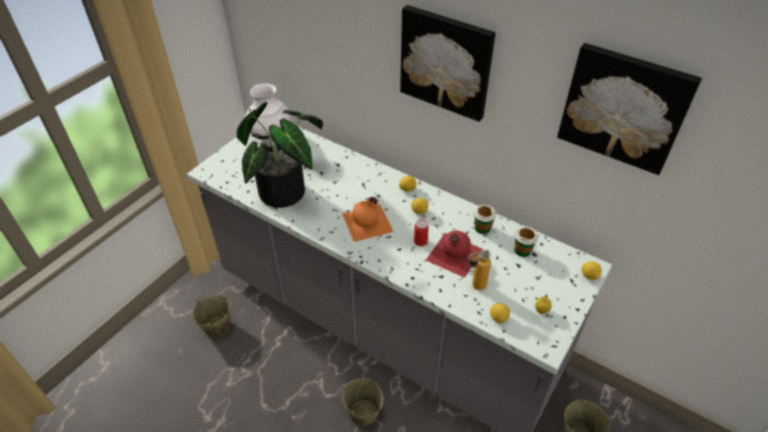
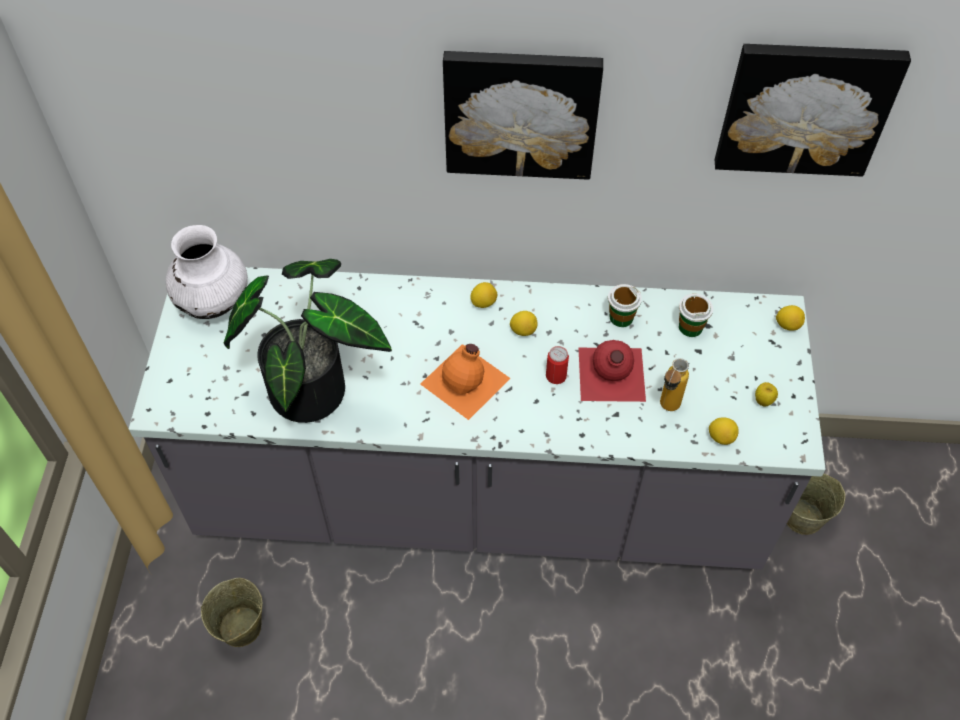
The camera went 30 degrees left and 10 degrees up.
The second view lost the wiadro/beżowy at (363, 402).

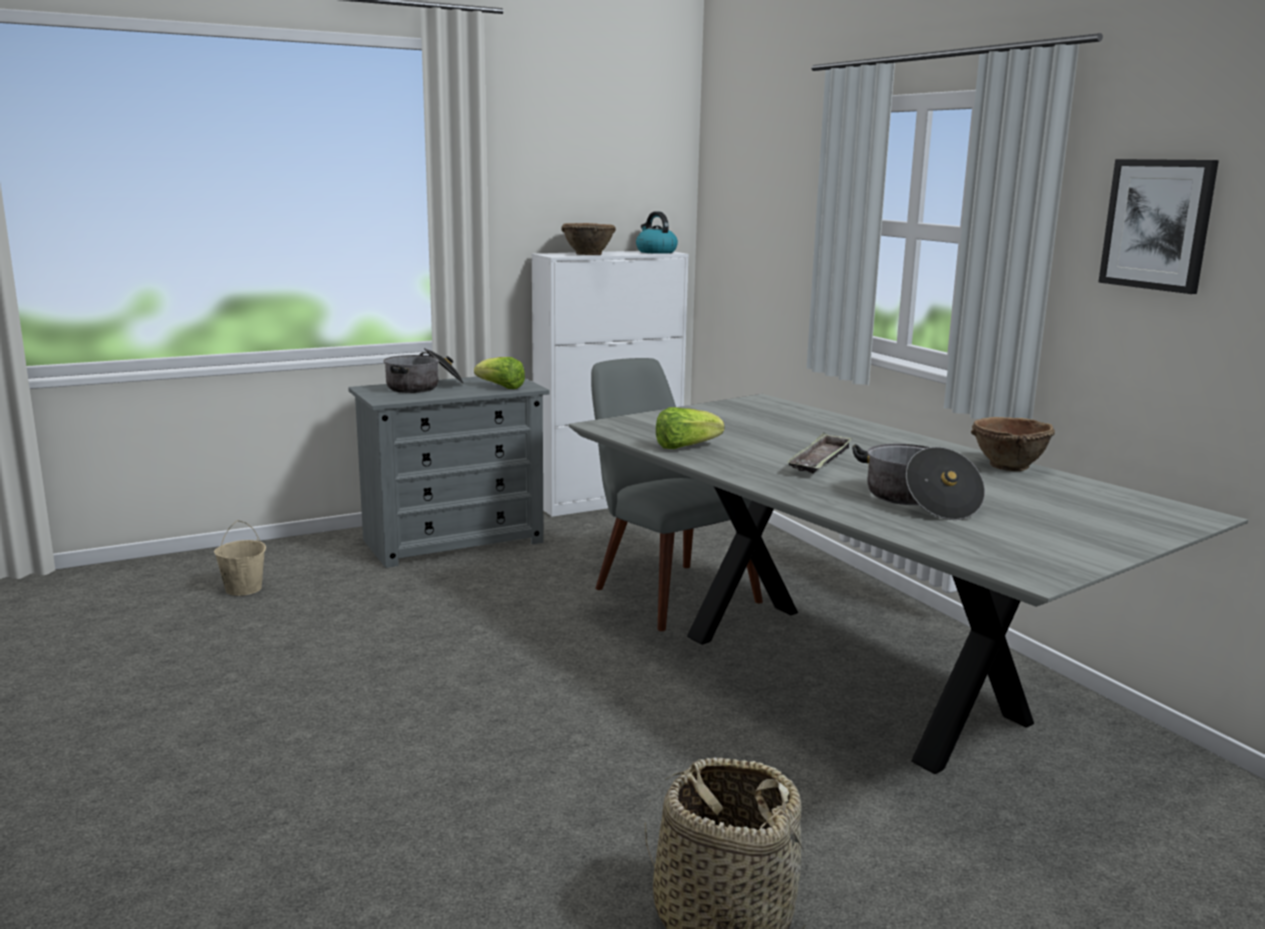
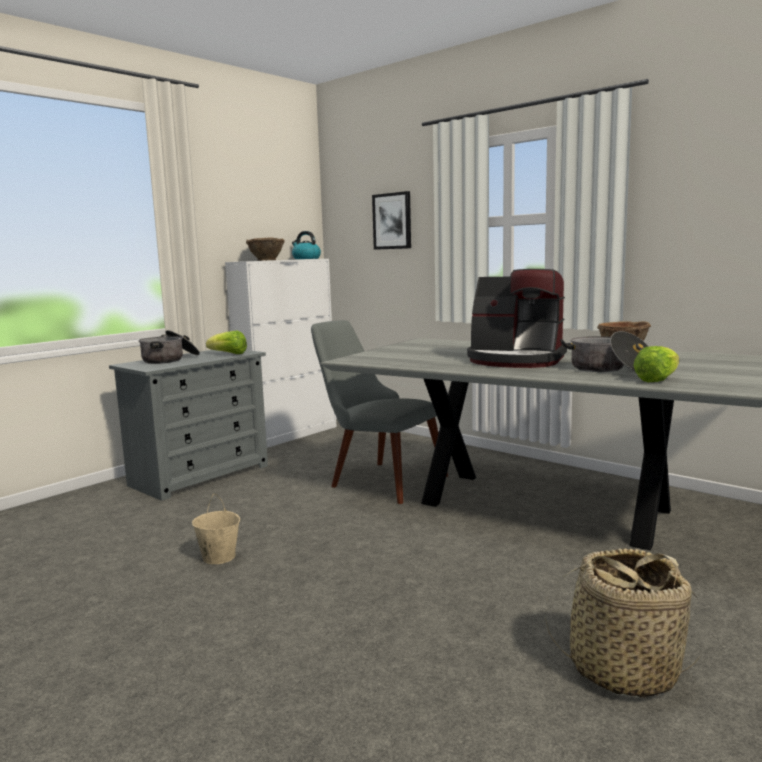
The camera went 20 degrees left and 5 degrees down.
The wiadro/beżowy ended up elsewhere, having gone from (240, 558) to (216, 529).
The sałata ended up elsewhere, having gone from (690, 428) to (656, 364).
The obraz ended up elsewhere, having gone from (1158, 226) to (391, 220).
Where the taca stood at (820, 453), the ekspres do kawy came to stand at (517, 318).

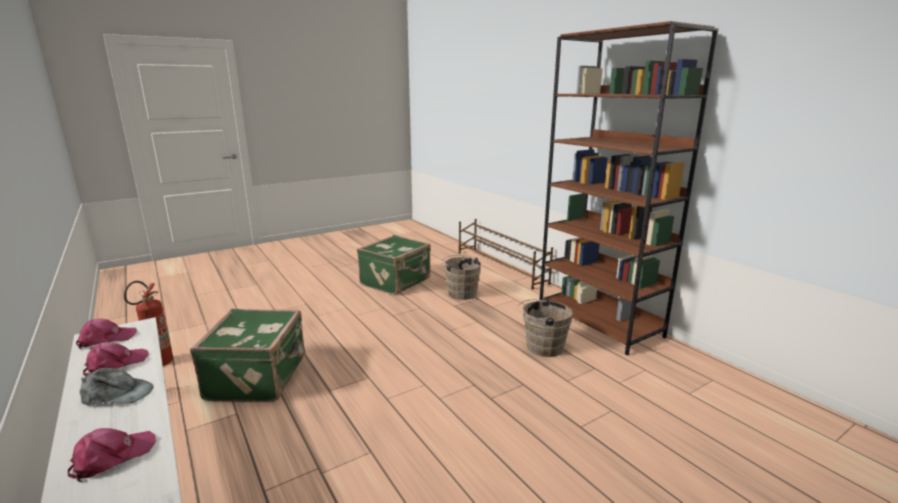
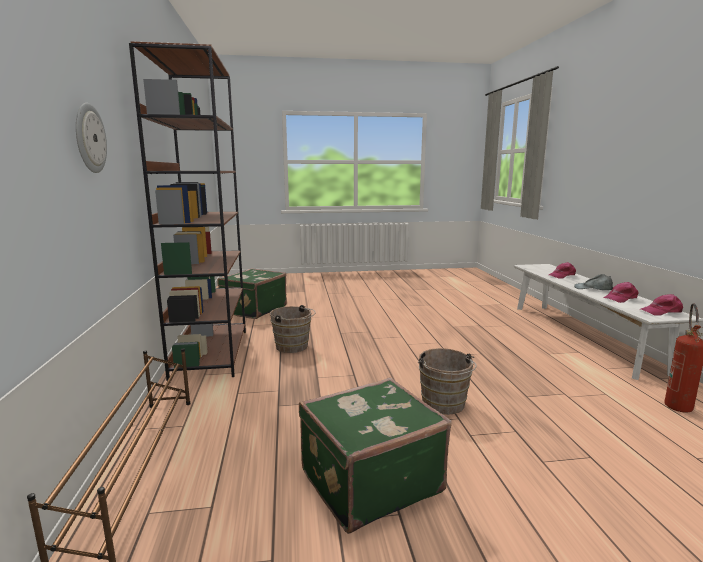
The camera went 155 degrees left and 5 degrees down.
The second view gained the zegar ścienny at (91, 138).
The walizka/zielony ended up elsewhere, having gone from (248, 355) to (252, 293).
The wiadro/brązowy ended up elsewhere, having gone from (461, 277) to (447, 381).

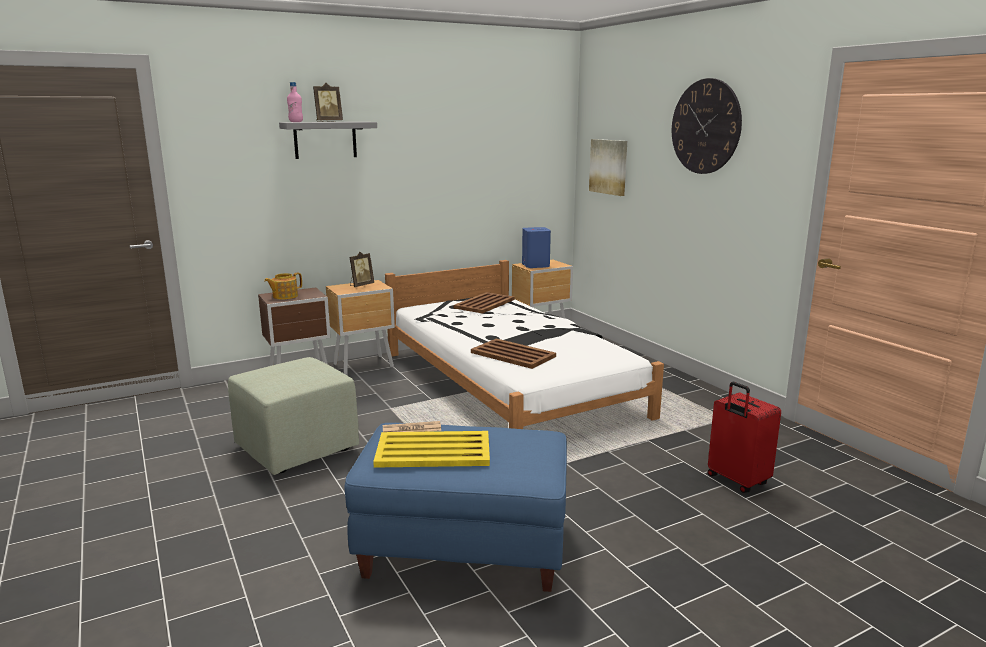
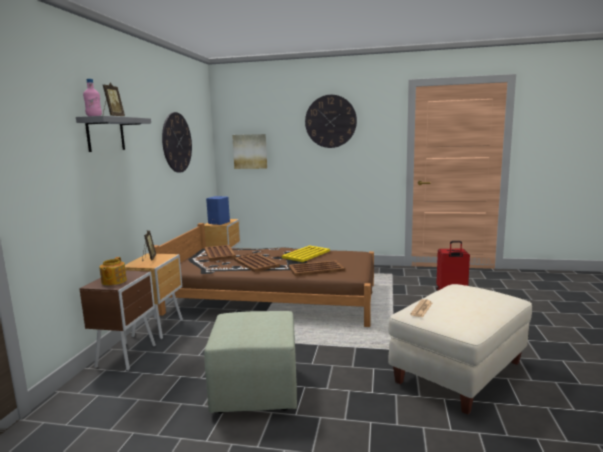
The camera went 50 degrees left and 5 degrees down.
The second view gained the zegar ścienny at (177, 142).
The second view gained the taca/brązowy at (257, 262).
The taca/żółty ended up elsewhere, having gone from (431, 449) to (306, 253).
What was the pufa/niebieski at (455, 507) turned into the pufa/beżowy at (460, 349).
What was the łóżko/biały at (524, 344) turned into the łóżko/brązowy at (264, 275).

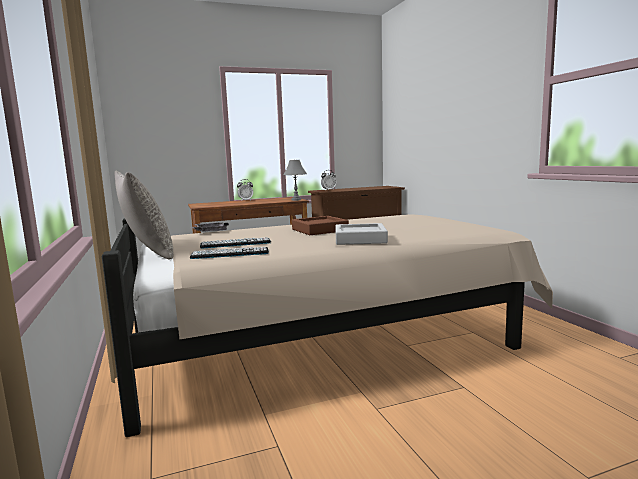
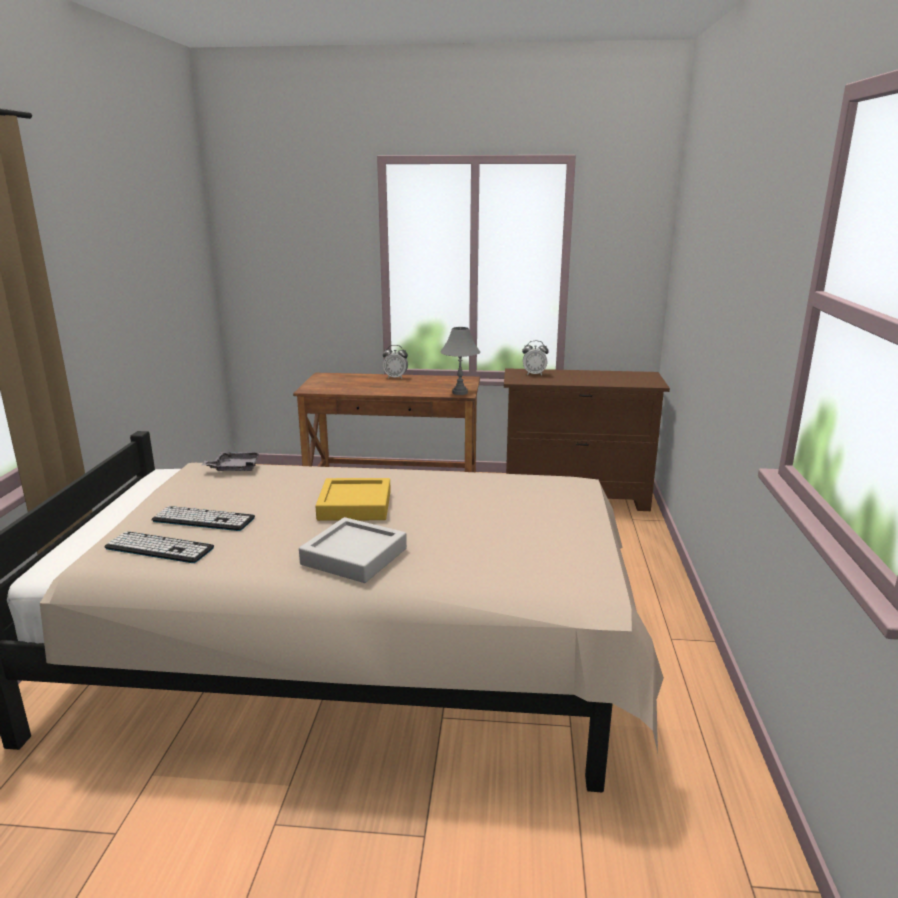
The camera went 25 degrees right and 10 degrees up.
The second view lost the poduszka/szary at (144, 215).
What was the taca/brązowy at (320, 225) turned into the taca/żółty at (353, 499).

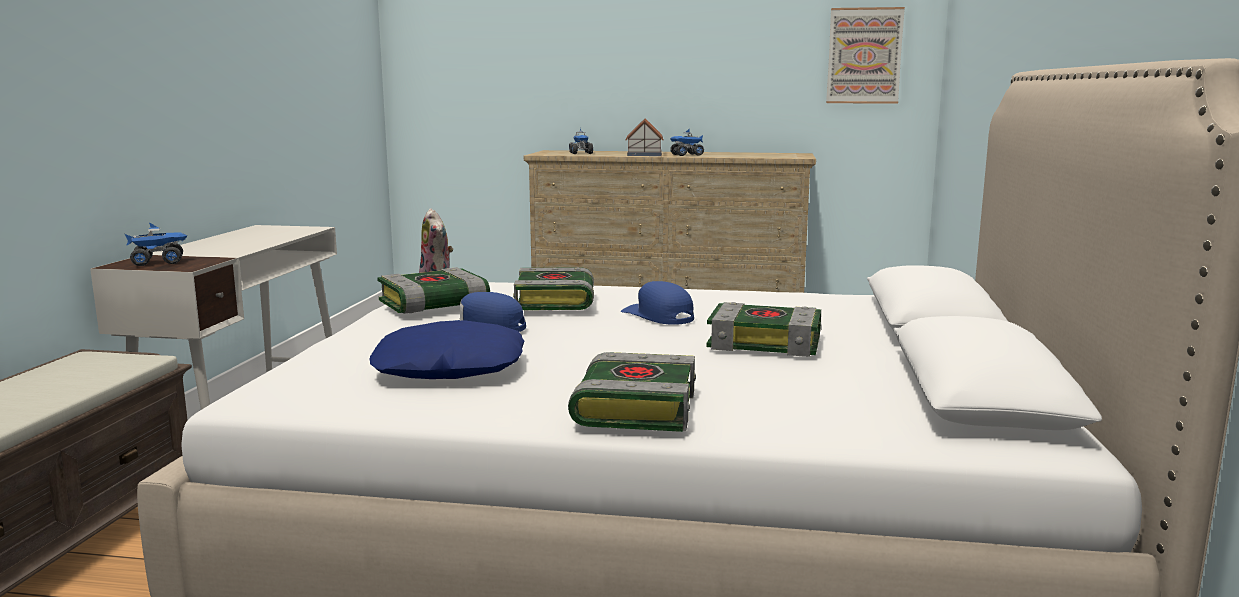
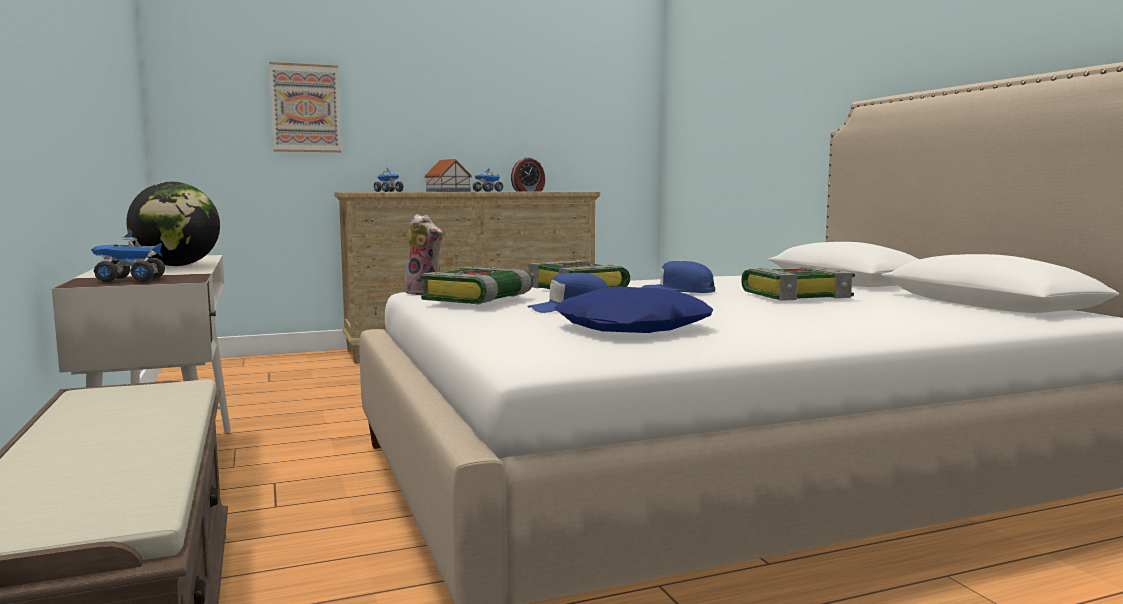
The camera went 30 degrees left and 5 degrees down.
The second view lost the książka at (632, 392).
The second view gained the globus at (173, 224).
The second view gained the budzik at (528, 174).
The obraz ended up elsewhere, having gone from (865, 55) to (305, 107).
The ciężarówka zabawkowa at (156, 244) ended up facing another way, 135 degrees counterclockwise from before.

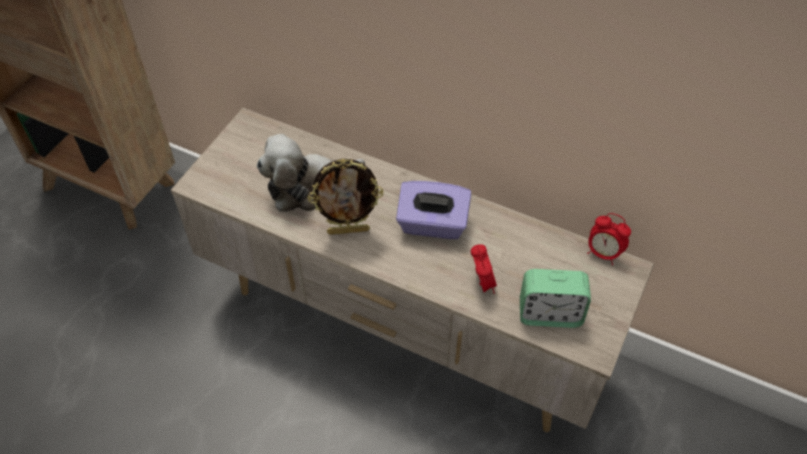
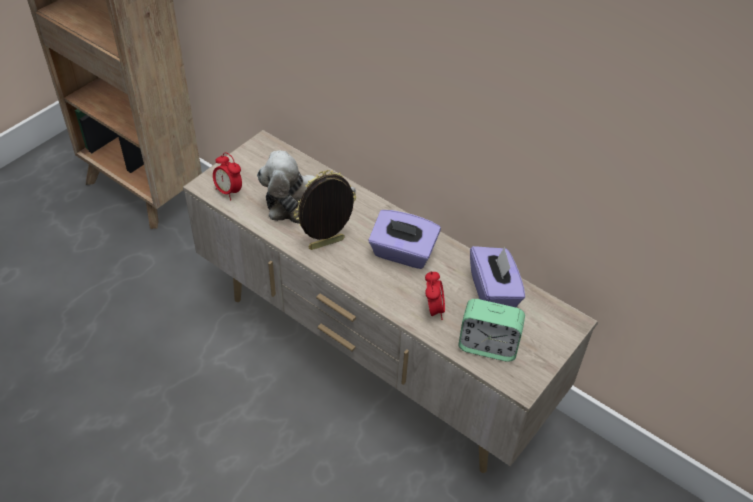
The camera went 10 degrees right and 5 degrees down.
The second view gained the pudełko chusteczek/fioletowy at (497, 276).
The budzik ended up elsewhere, having gone from (609, 239) to (227, 176).
The ramka na zdjęcie at (345, 197) ended up facing another way, 150 degrees clockwise from before.

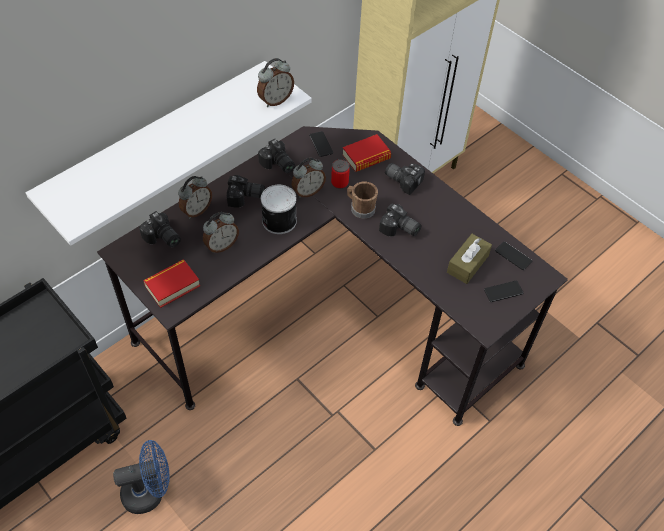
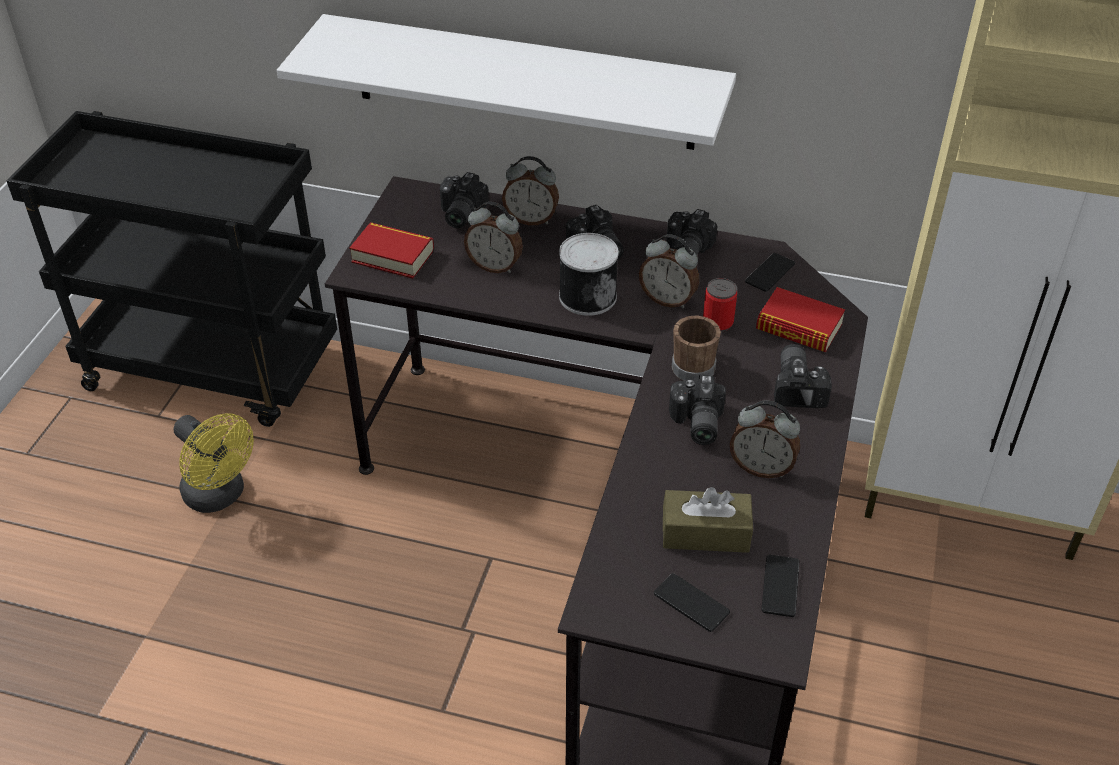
The camera went 60 degrees right and 10 degrees down.
The budzik ended up elsewhere, having gone from (275, 82) to (765, 439).
What was the wentylator/niebieski at (141, 477) turned into the wentylator/żółty at (214, 463).

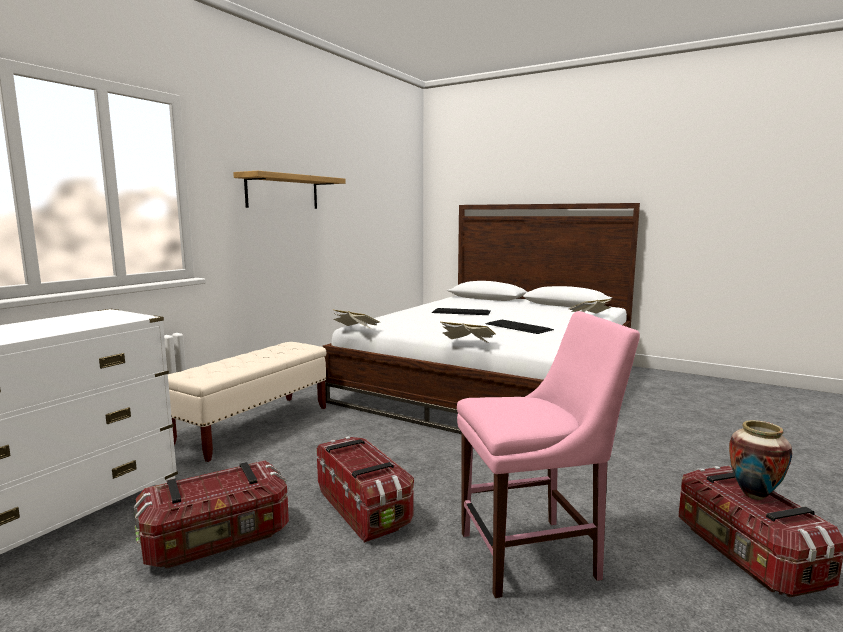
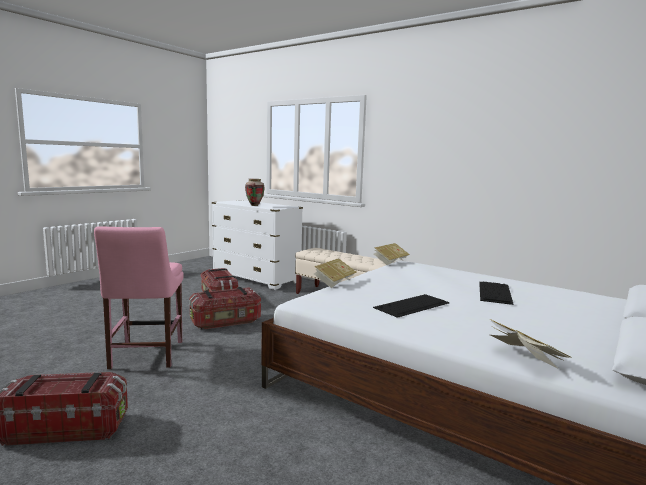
The camera went 95 degrees right and 0 degrees up.
The second view lost the półka at (289, 190).
The wazon ended up elsewhere, having gone from (760, 460) to (255, 192).

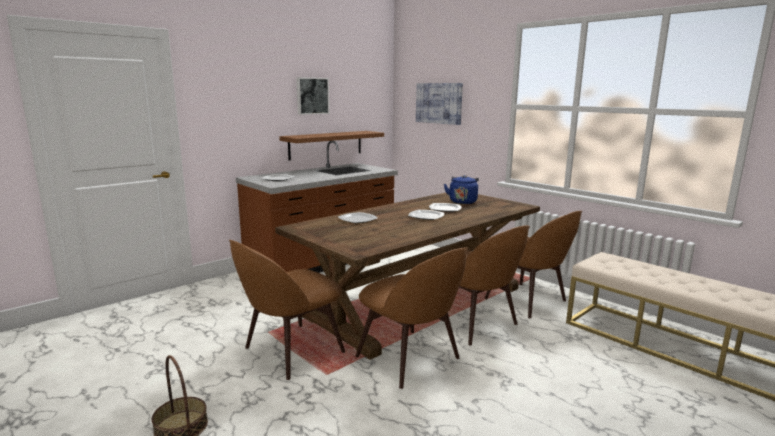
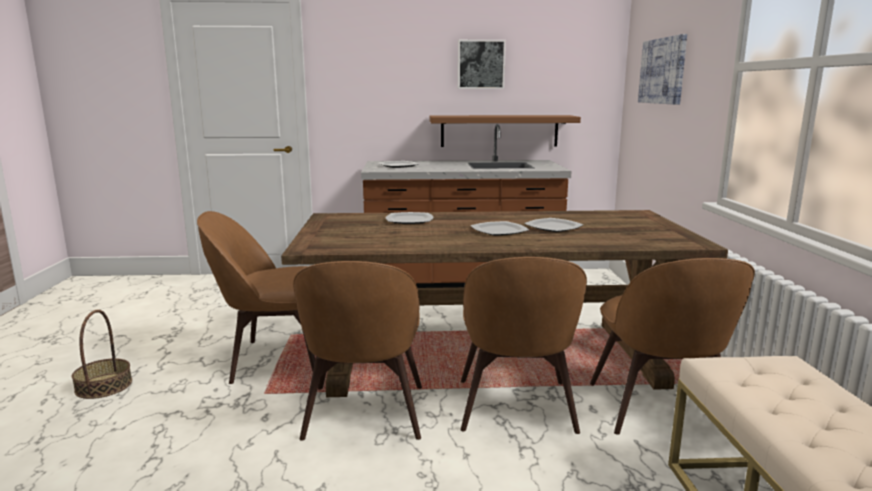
The camera went 40 degrees right and 0 degrees up.
The second view lost the czajnik/niebieski at (461, 189).

